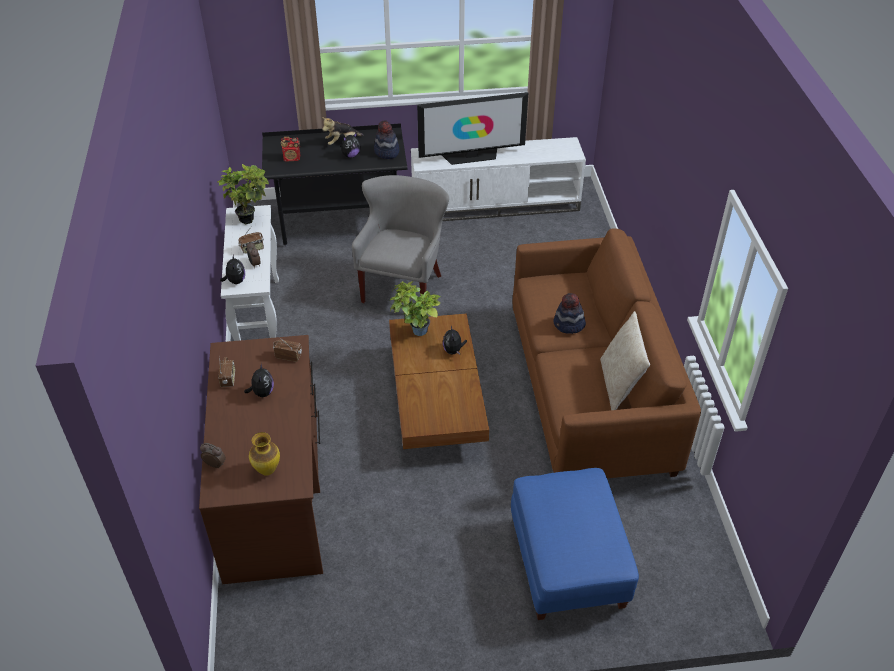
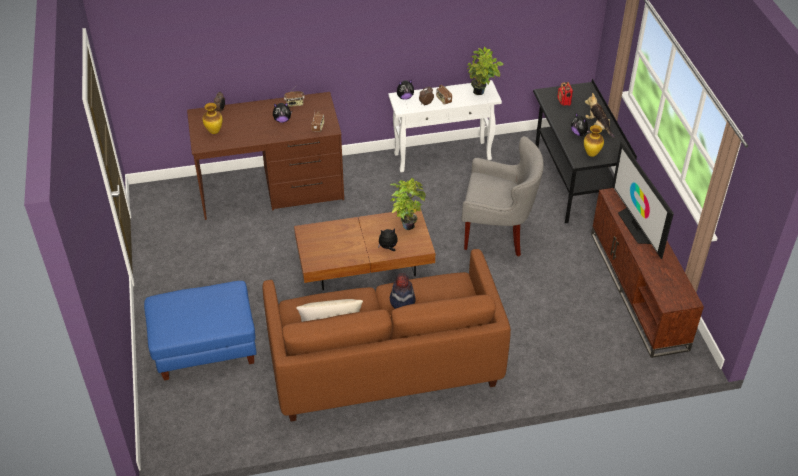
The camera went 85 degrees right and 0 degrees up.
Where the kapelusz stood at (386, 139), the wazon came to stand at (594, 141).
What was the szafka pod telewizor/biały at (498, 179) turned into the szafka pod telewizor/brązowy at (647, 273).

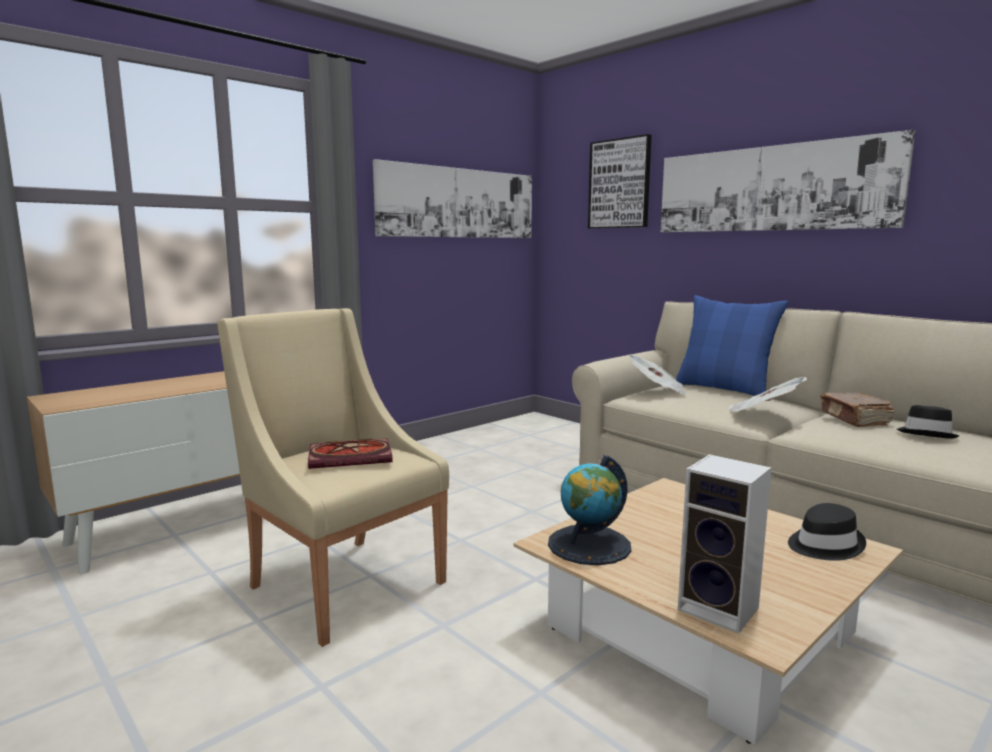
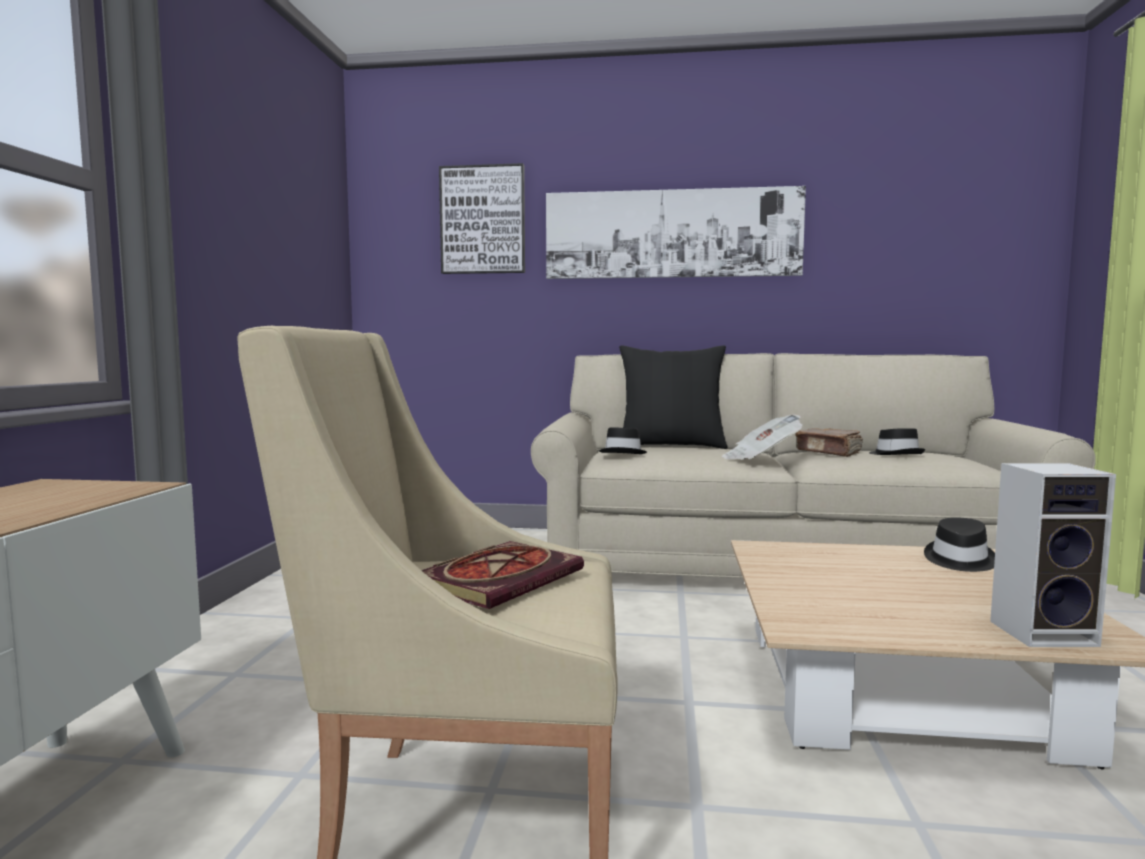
The camera went 40 degrees left and 5 degrees down.
The second view lost the obraz at (452, 198).
The second view lost the globus at (589, 510).
Where the gazeta stood at (657, 374), the kapelusz/czarny came to stand at (623, 440).
What was the poduszka/niebieski at (732, 345) turned into the poduszka/czarny at (673, 397).

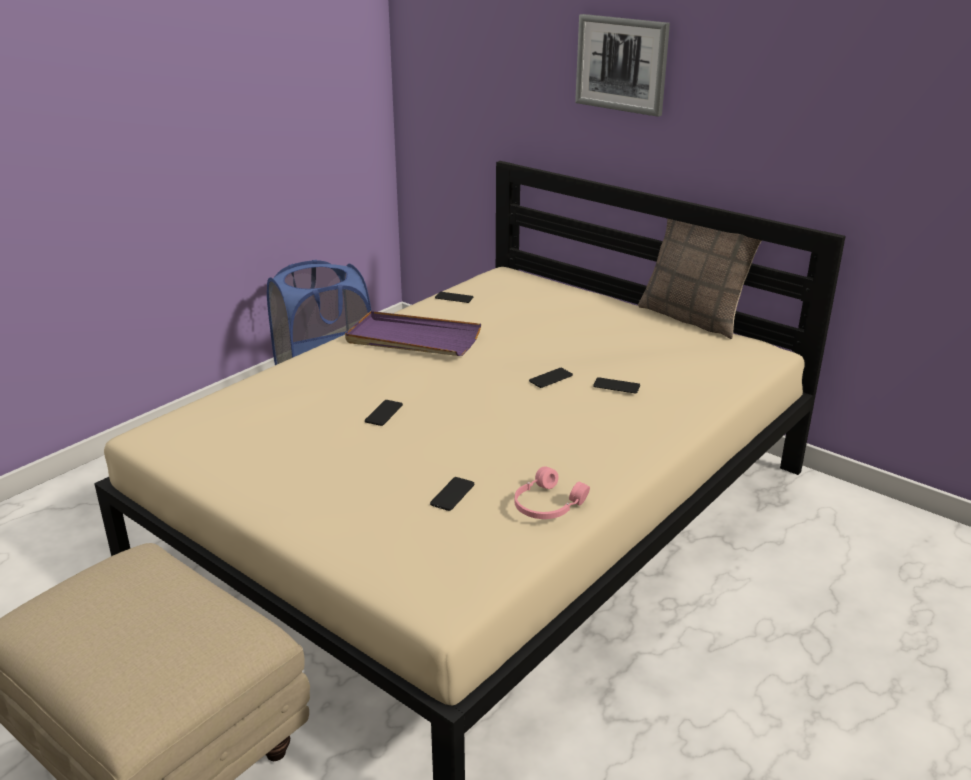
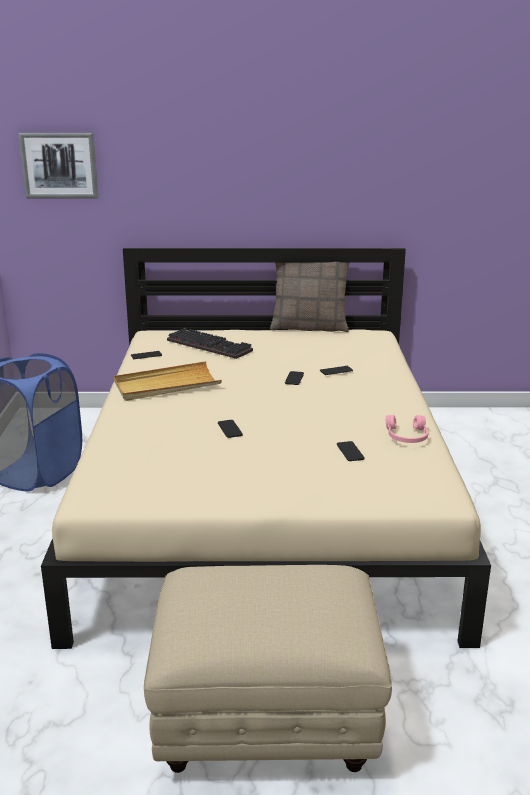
The camera went 40 degrees left and 5 degrees down.
The second view gained the klawiatura at (210, 343).
The obraz ended up elsewhere, having gone from (622, 65) to (59, 165).
What was the taca/fioletowy at (413, 333) turned into the taca/beżowy at (168, 381).

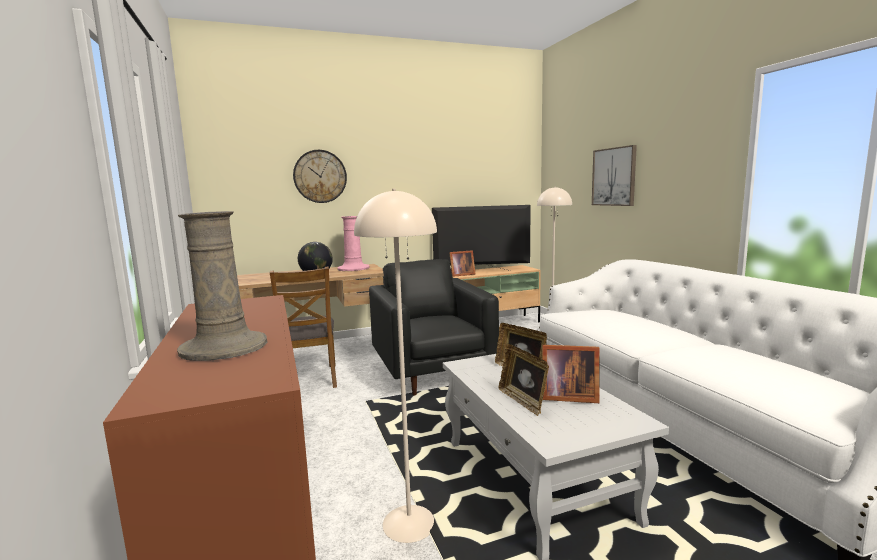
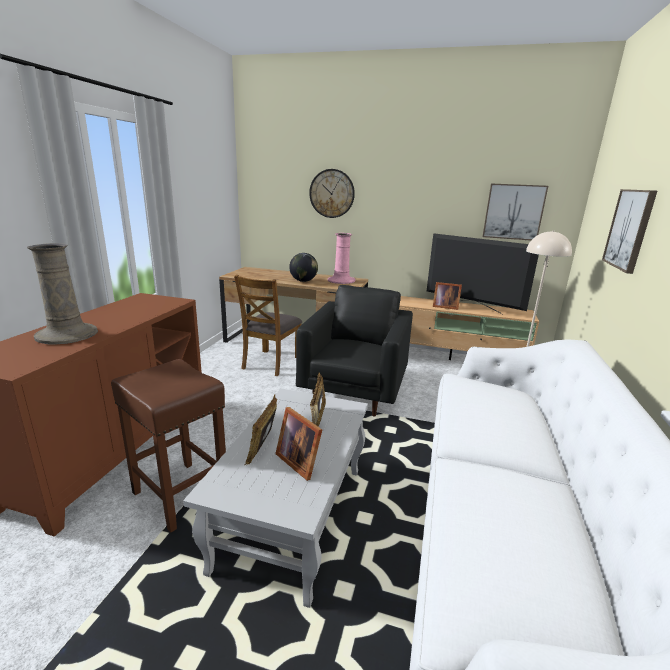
The camera went 35 degrees right and 10 degrees up.
The second view gained the obraz at (515, 211).
Where the lampa stojąca/beżowy stood at (395, 366), the stołek/brązowy came to stand at (168, 446).

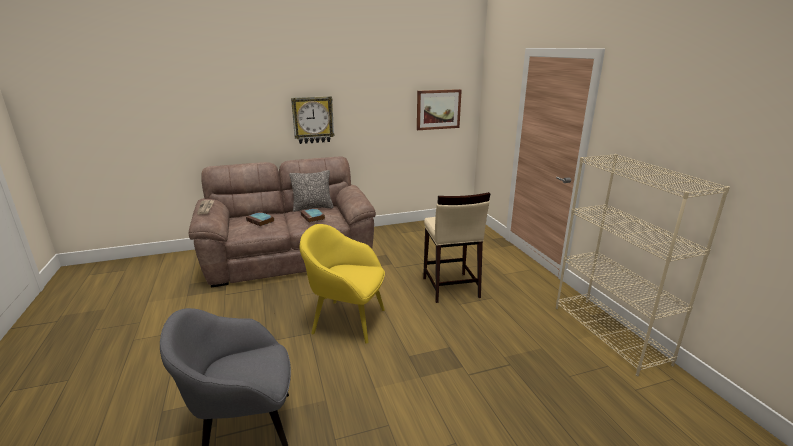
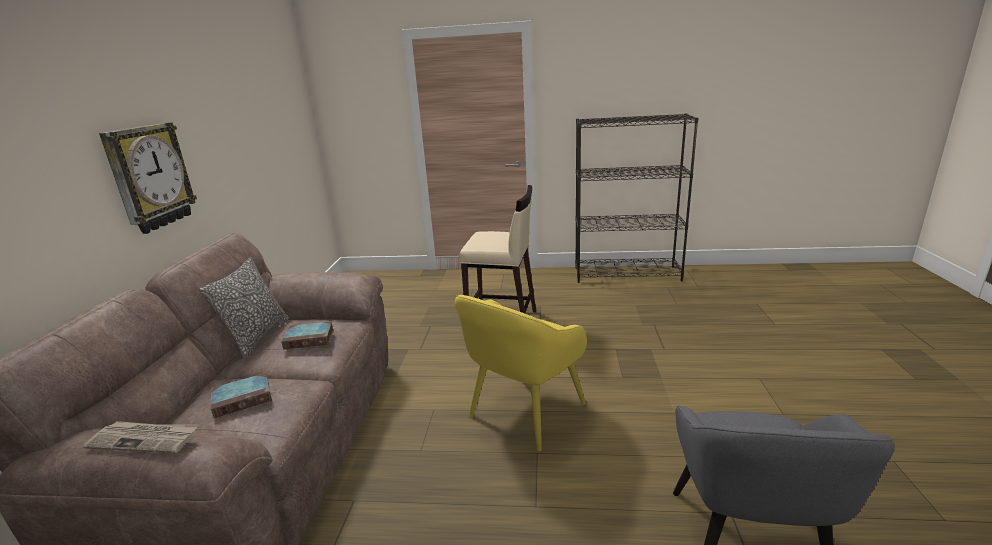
The camera went 65 degrees left and 0 degrees up.
The second view lost the obraz at (439, 109).
What was the regał/beżowy at (643, 265) turned into the regał/czarny at (636, 198).

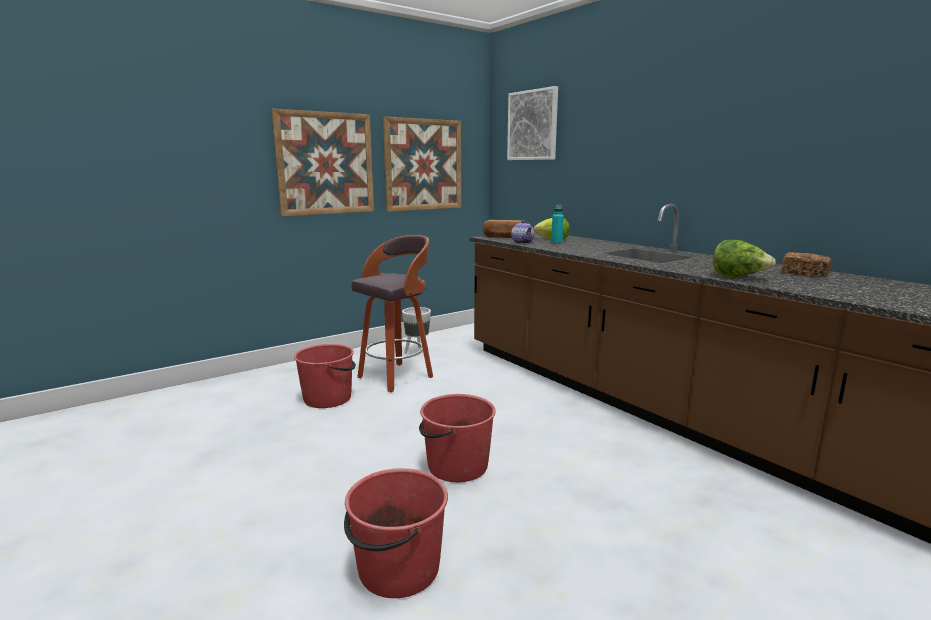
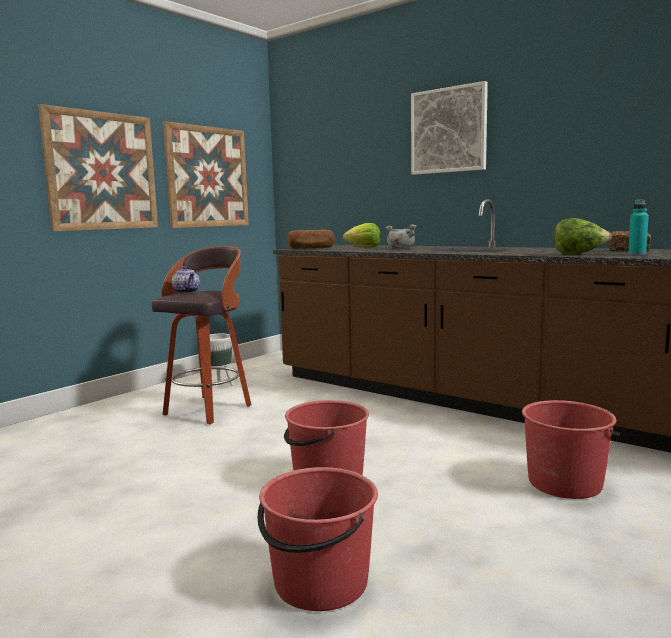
The camera went 15 degrees left and 5 degrees down.
The second view gained the garnek/szary at (401, 236).
The wiadro/czerwony ended up elsewhere, having gone from (325, 376) to (571, 449).
The obraz ended up elsewhere, having gone from (532, 123) to (449, 128).
The imbryk ended up elsewhere, having gone from (522, 232) to (186, 279).
The butelka/turkusowy ended up elsewhere, having gone from (557, 224) to (638, 227).

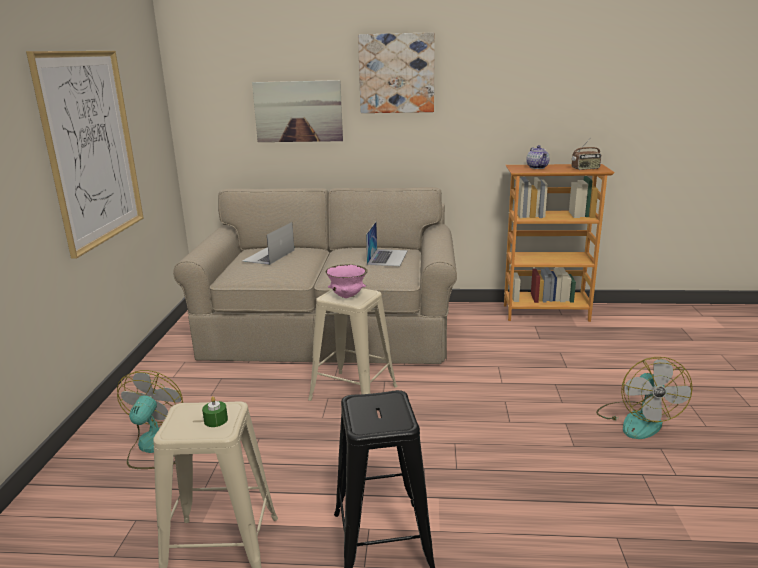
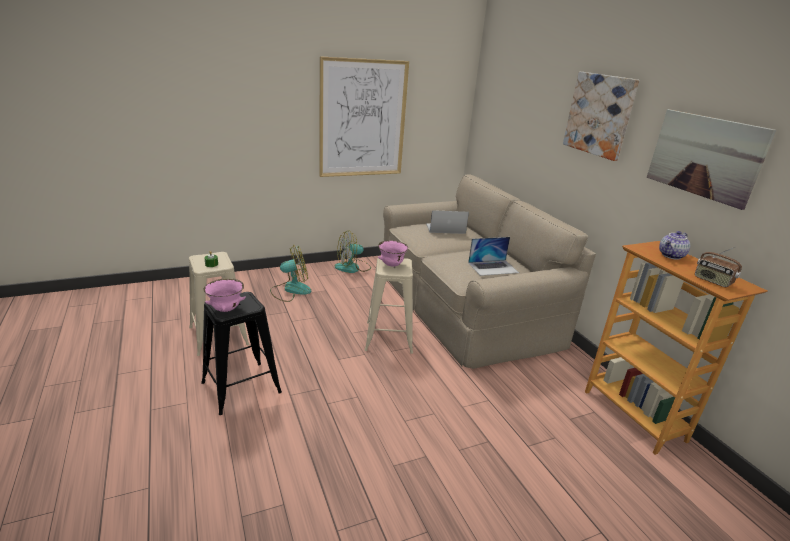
The camera went 60 degrees right and 5 degrees up.
The second view gained the miska/różowy at (225, 295).
The obraz ended up elsewhere, having gone from (297, 111) to (711, 159).
The wentylator ended up elsewhere, having gone from (644, 398) to (352, 251).

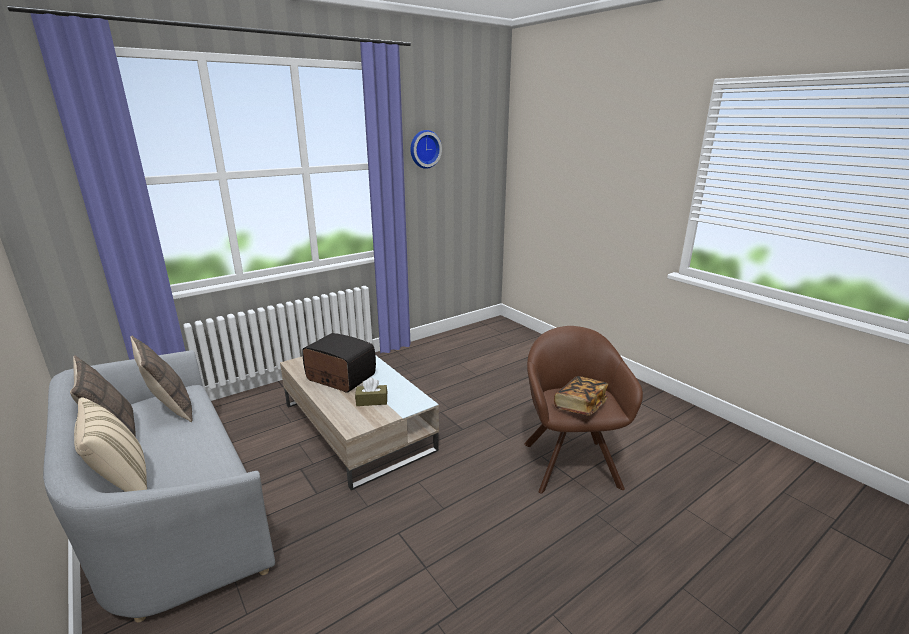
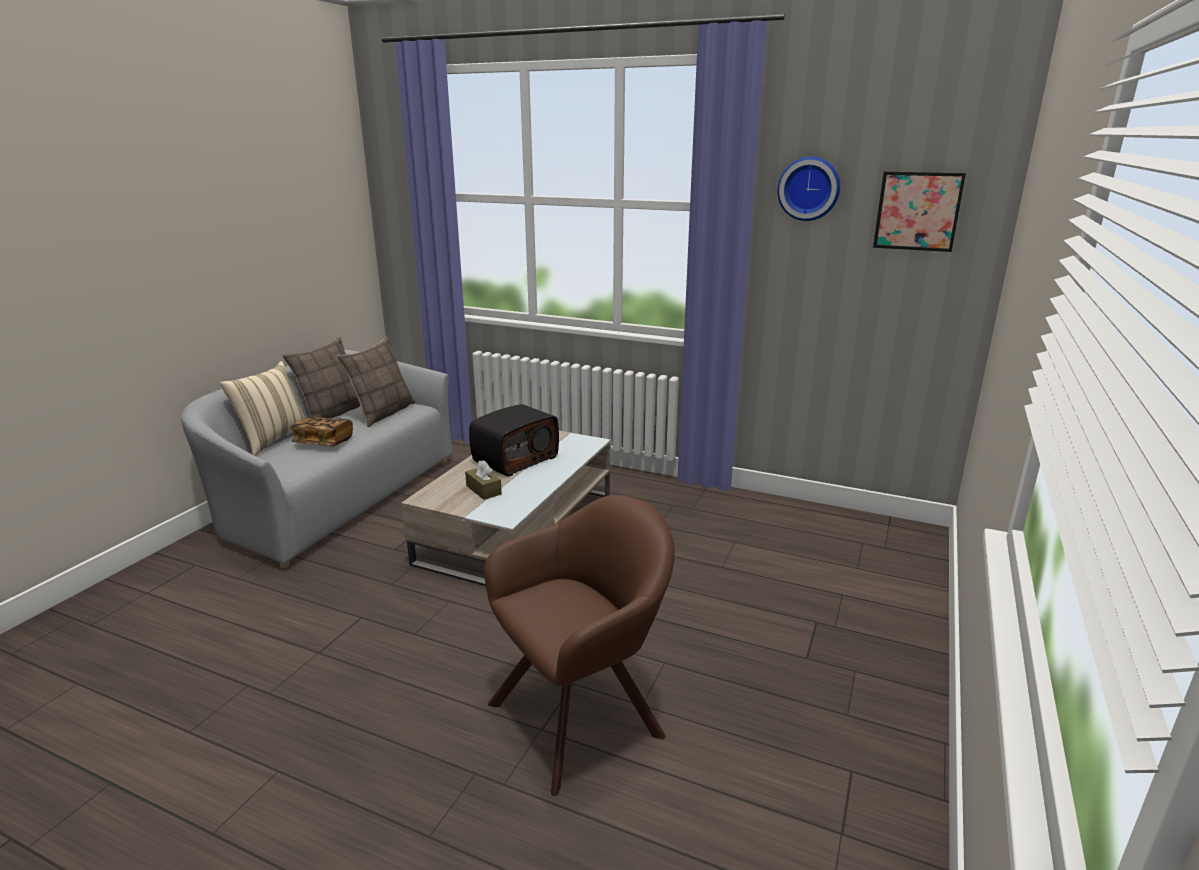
The camera went 60 degrees right and 0 degrees up.
The second view gained the obraz at (919, 212).
The książka ended up elsewhere, having gone from (581, 396) to (321, 431).
The radio at (339, 363) ended up facing another way, 45 degrees clockwise from before.

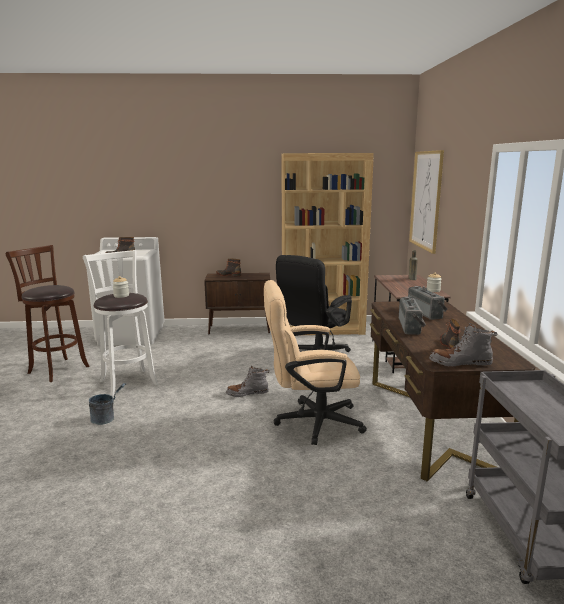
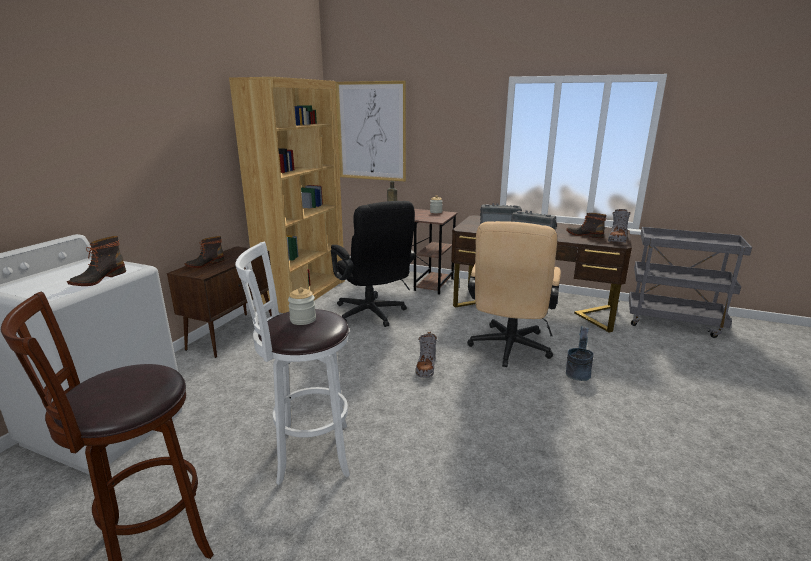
The camera went 65 degrees left and 5 degrees up.
The wiadro/szary ended up elsewhere, having gone from (108, 404) to (580, 353).

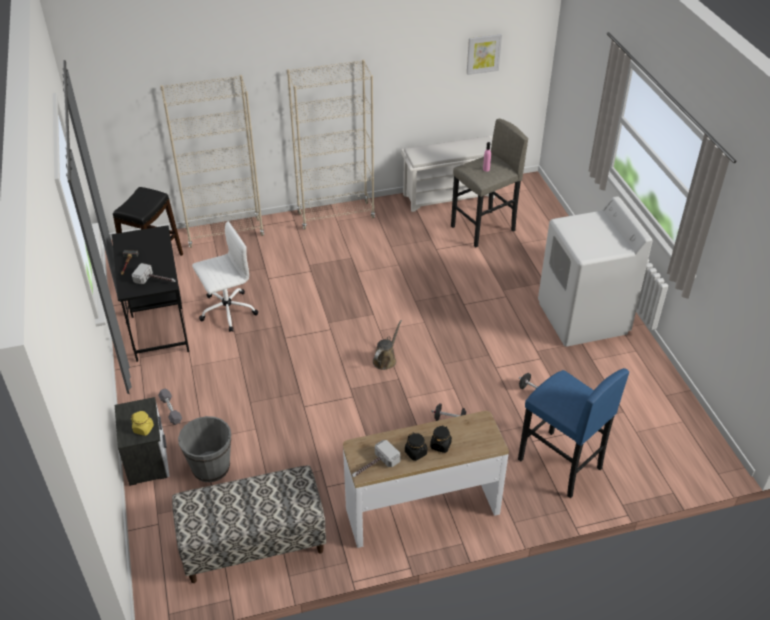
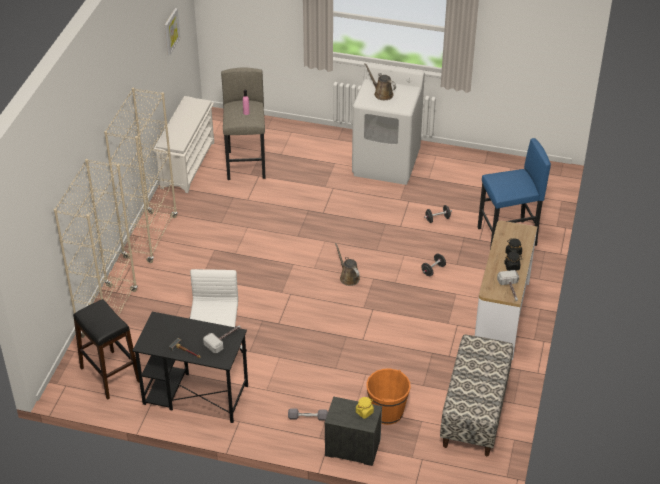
The camera went 60 degrees left and 0 degrees up.
The second view gained the konewka/brązowy at (380, 81).
What was the wiadro/szary at (204, 449) turned into the wiadro/pomarańczowy at (388, 397).

